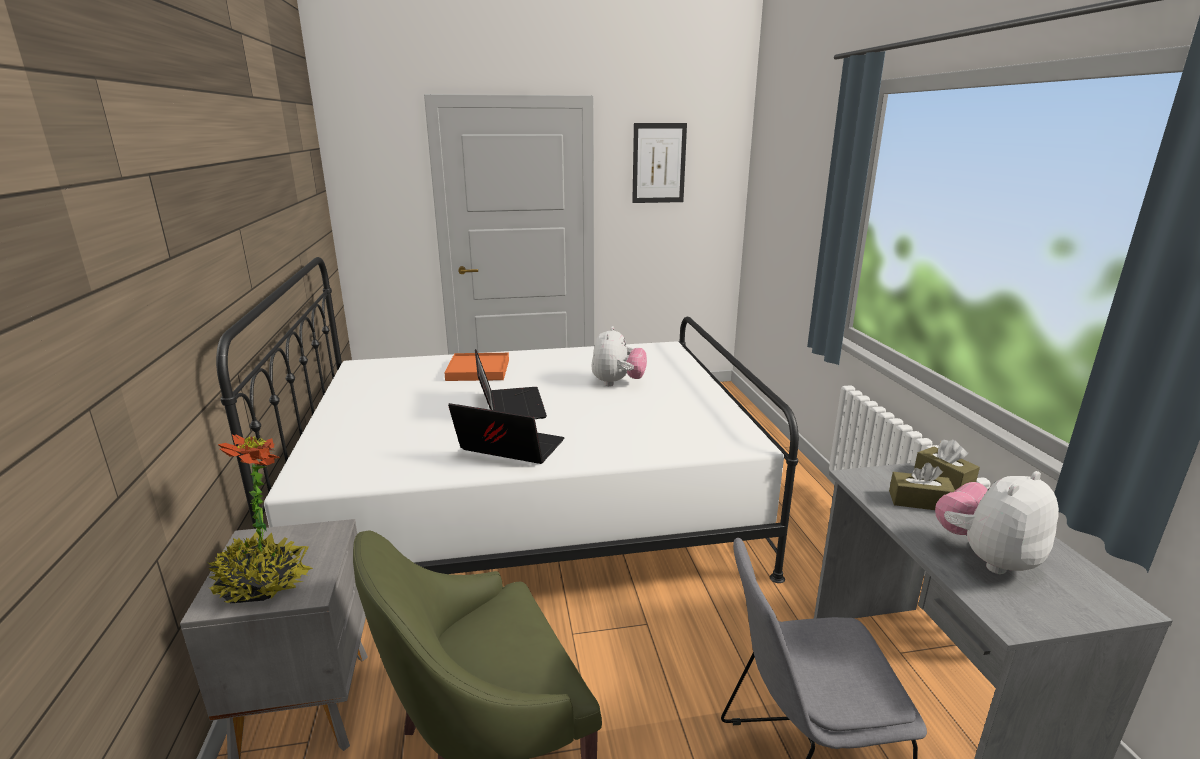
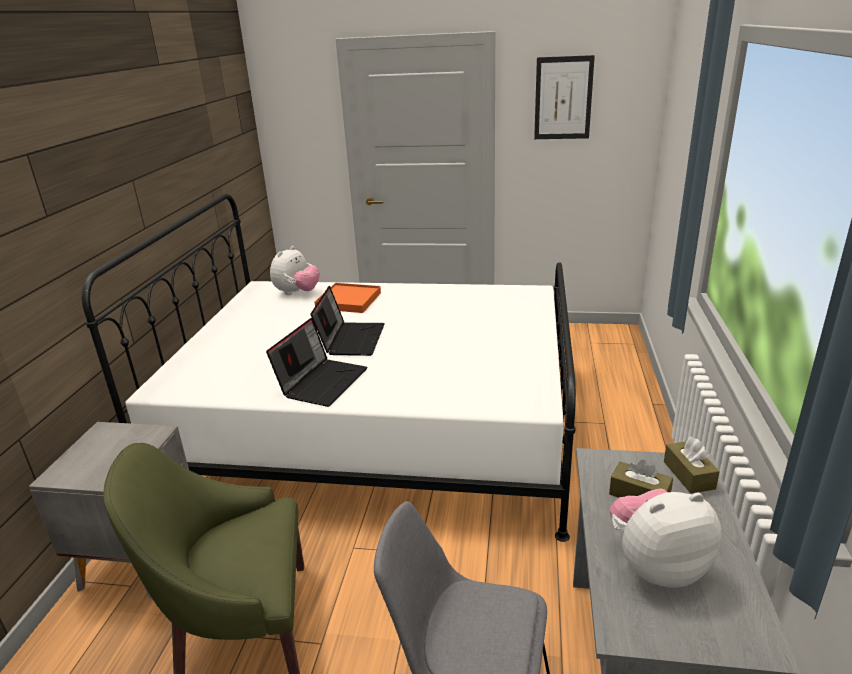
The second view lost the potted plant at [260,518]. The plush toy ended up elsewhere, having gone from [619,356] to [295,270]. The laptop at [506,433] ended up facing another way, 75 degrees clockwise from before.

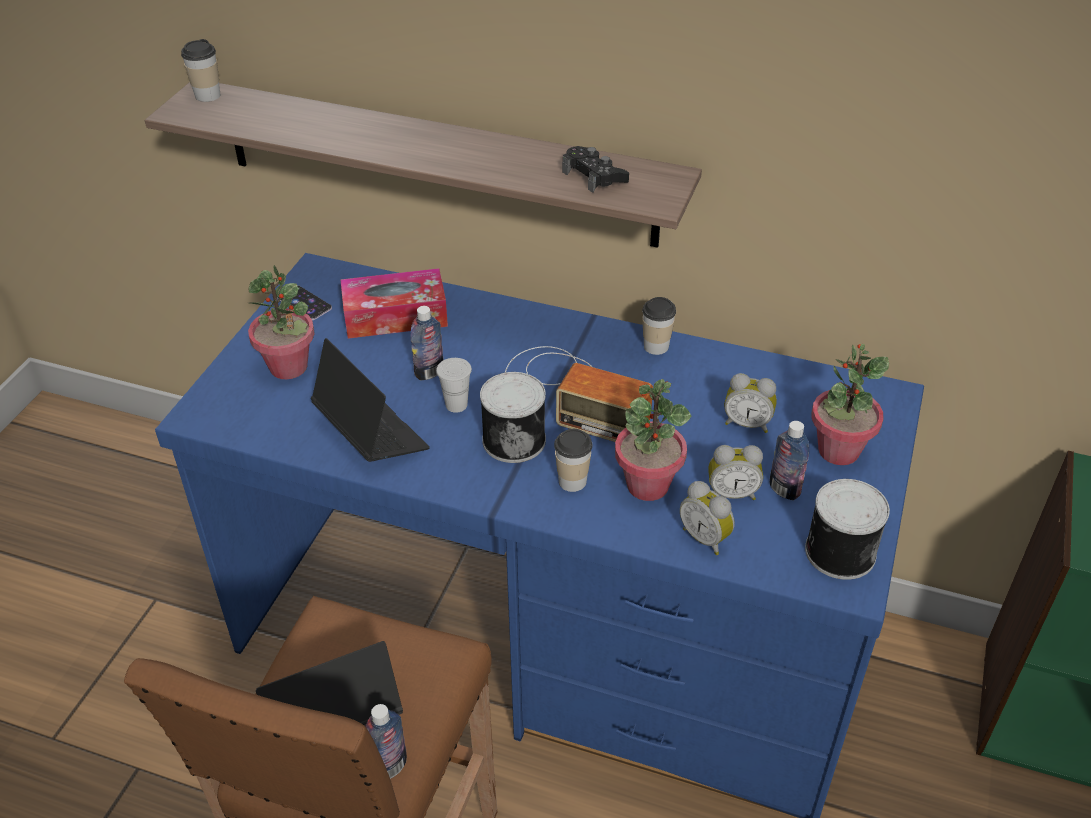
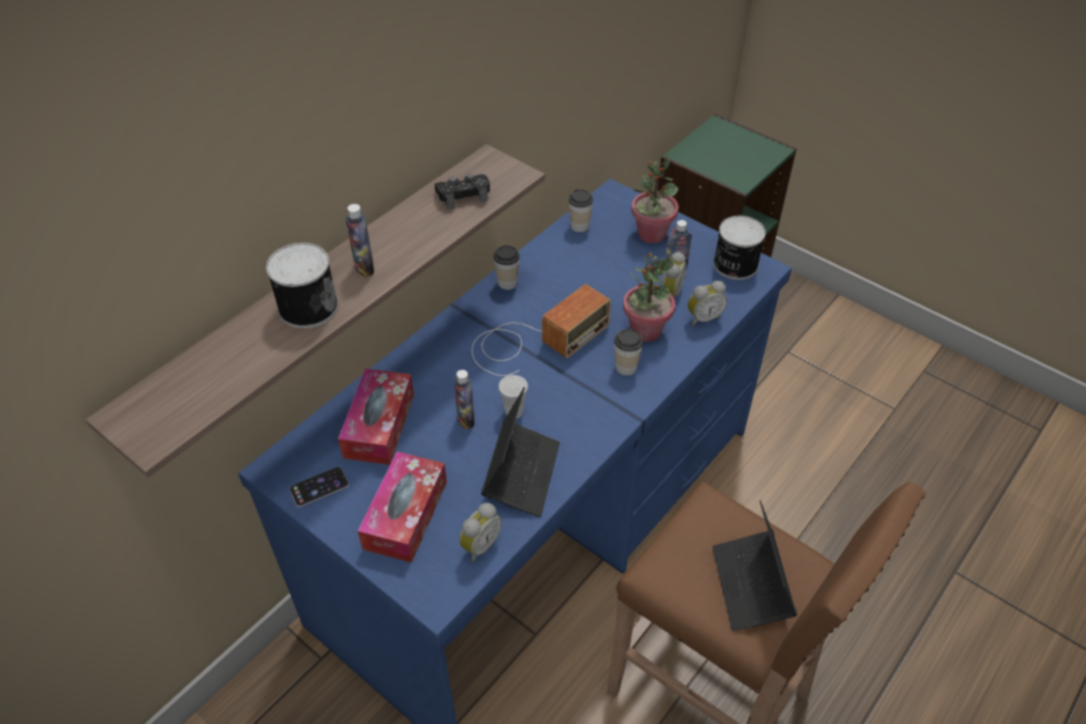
The cup ended up elsewhere, having gone from [201,70] to [580,210]. The bottle ended up elsewhere, having gone from [386,741] to [360,240]. The can ended up elsewhere, having gone from [513,417] to [302,286]. The alarm clock ended up elsewhere, having gone from [750,403] to [480,532]. Where the potted plant stood at [281,322], the tissue box came to stand at [402,507]. The laptop at [370,400] ended up facing another way, 120 degrees clockwise from before.

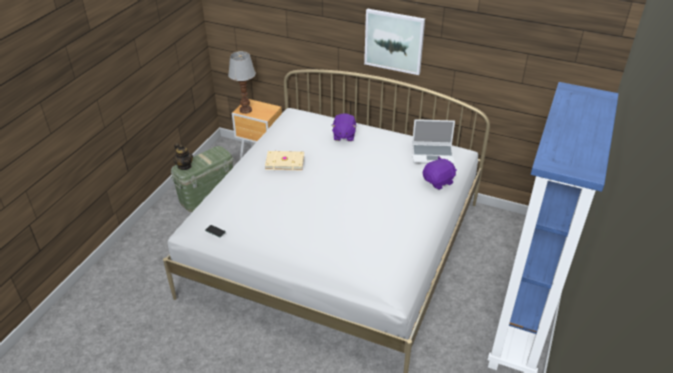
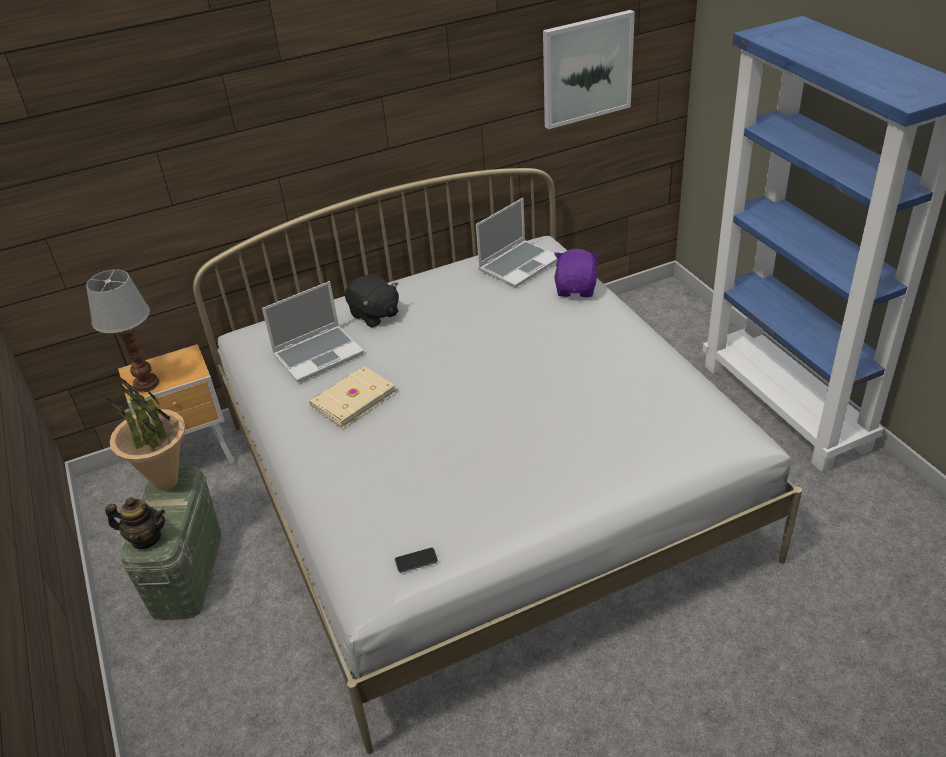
The second view gained the potted plant at [144,432]. The second view gained the laptop at [313,331]. The picture ended up elsewhere, having gone from [394,42] to [589,69]. What was the plush toy in purple at [344,127] turned into the plush toy in black at [372,301].

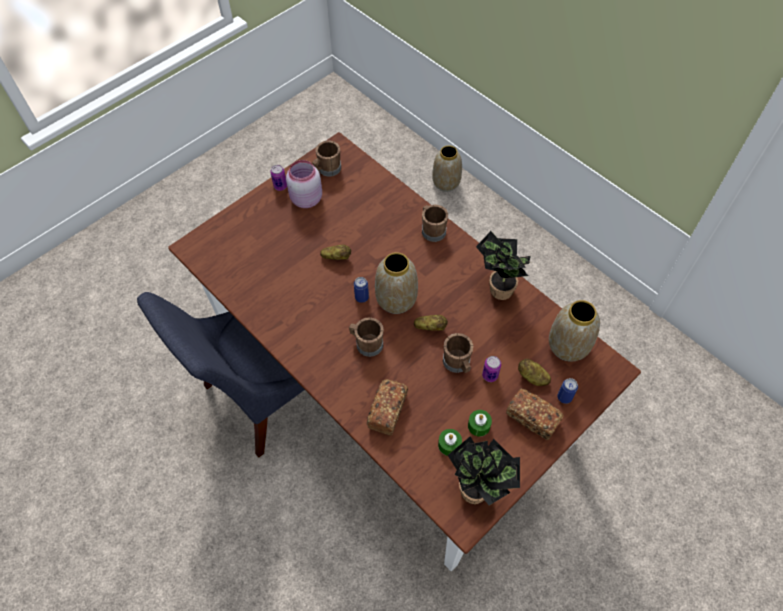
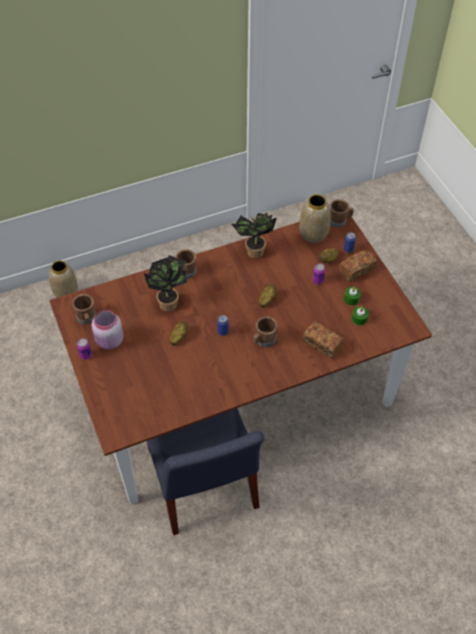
The second view lost the vase at [396,283]. The mug in brown ended up elsewhere, having gone from [458,353] to [342,213]. The potted plant ended up elsewhere, having gone from [484,470] to [166,283].

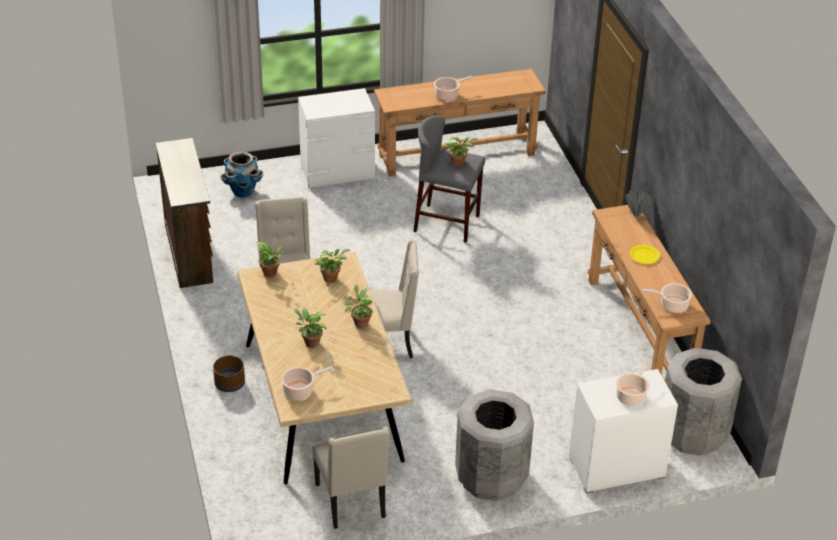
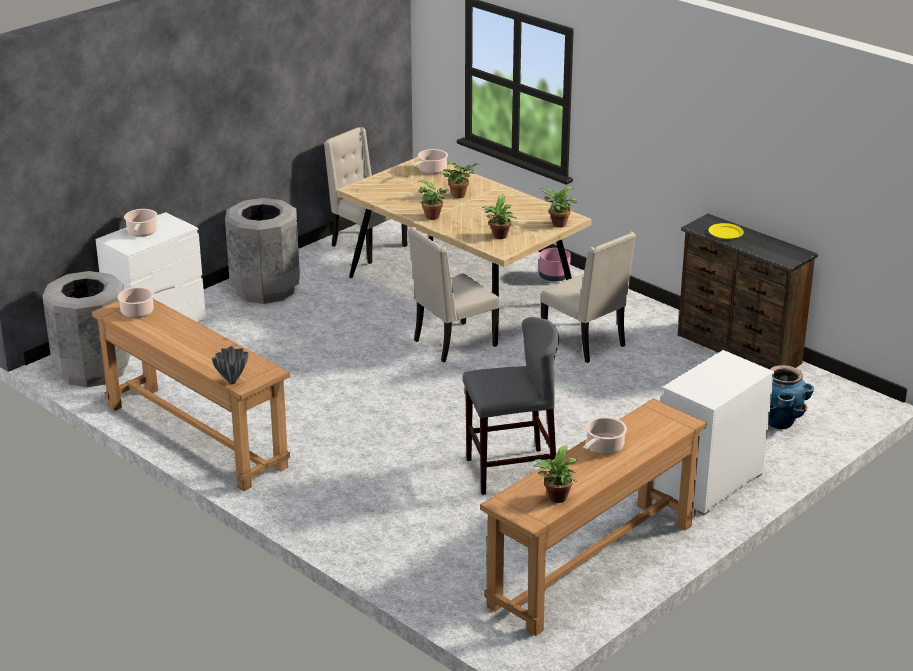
The potted plant ended up elsewhere, having gone from [461,152] to [555,474]. The plate in yellow ended up elsewhere, having gone from [645,254] to [726,231]. What was the planter in brown at [229,373] turned into the planter in pink at [555,265].

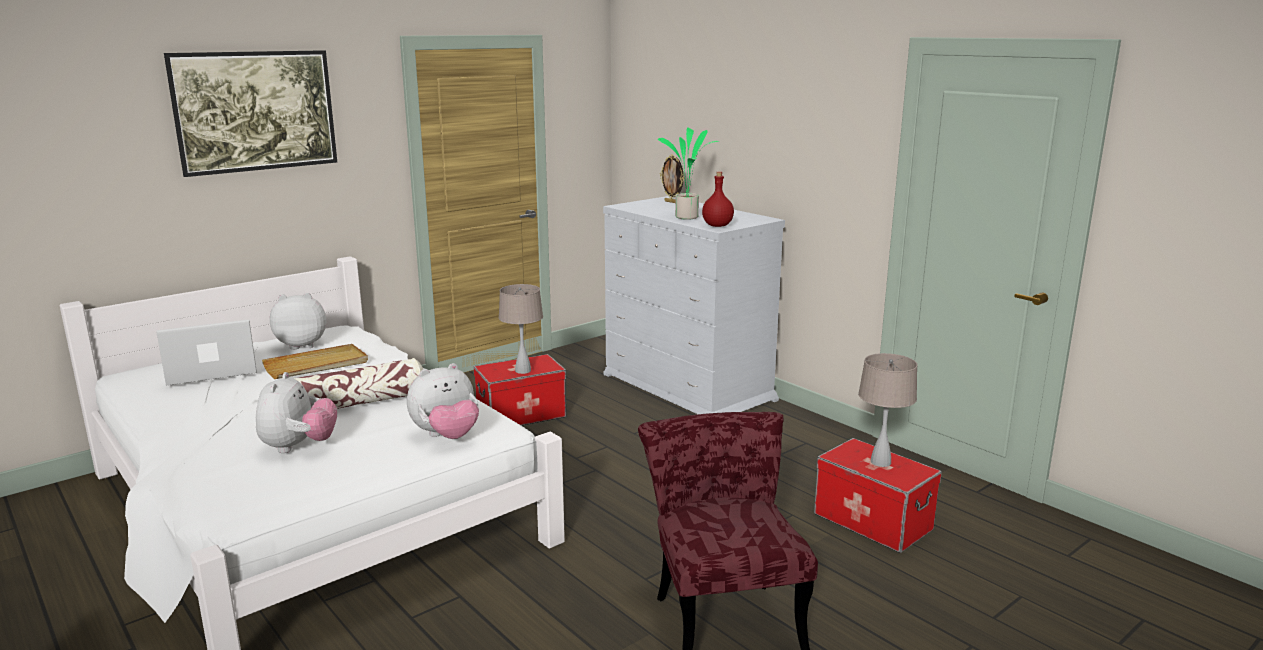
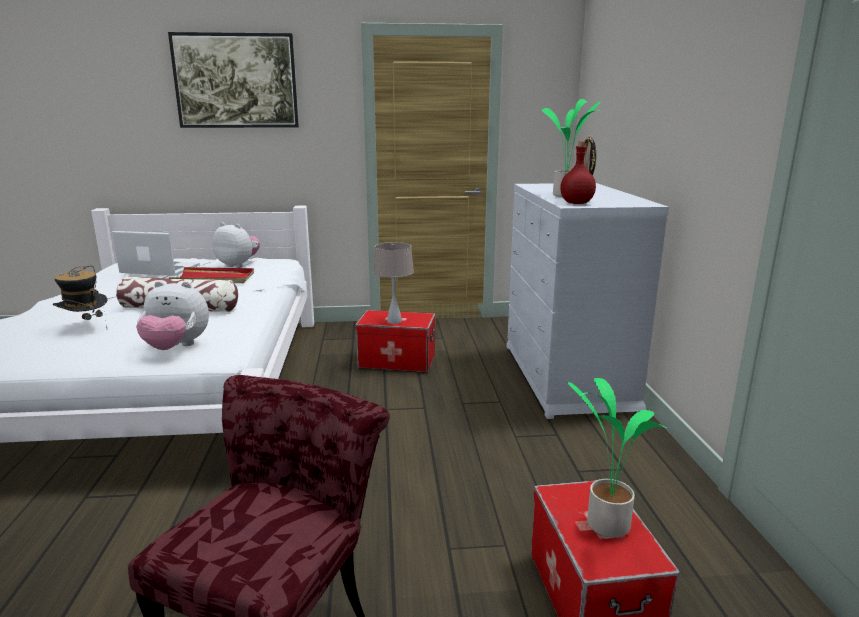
Where the plush toy stood at [296,412], the hat came to stand at [80,297]. Where the table lamp in beige stood at [888,410], the potted plant came to stand at [616,458]. What was the tray in beige at [315,361] turned into the tray in red at [211,275].

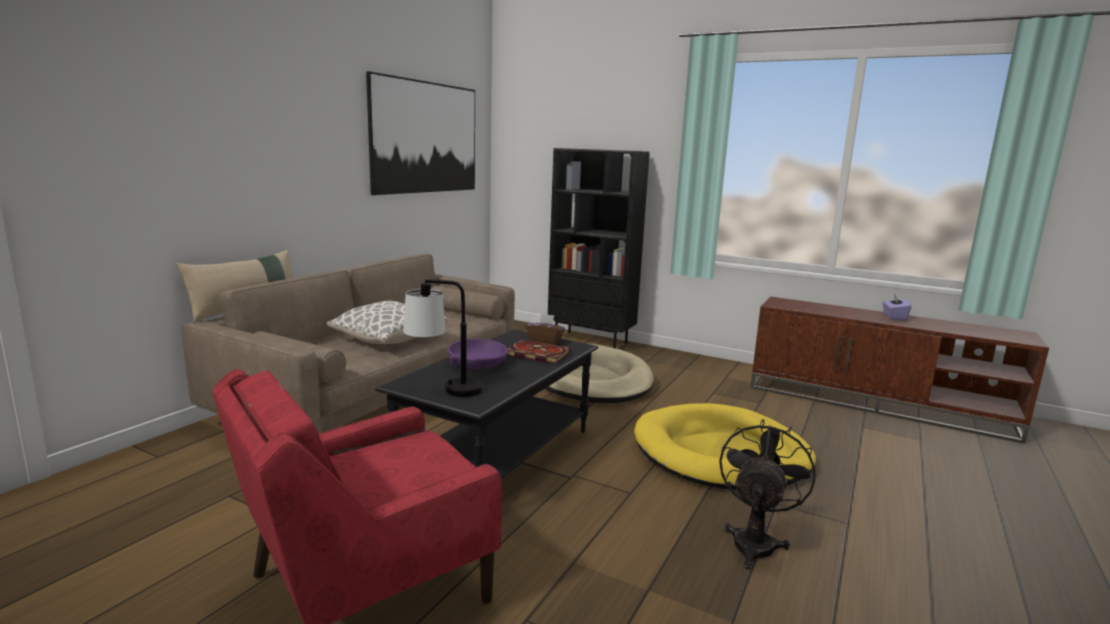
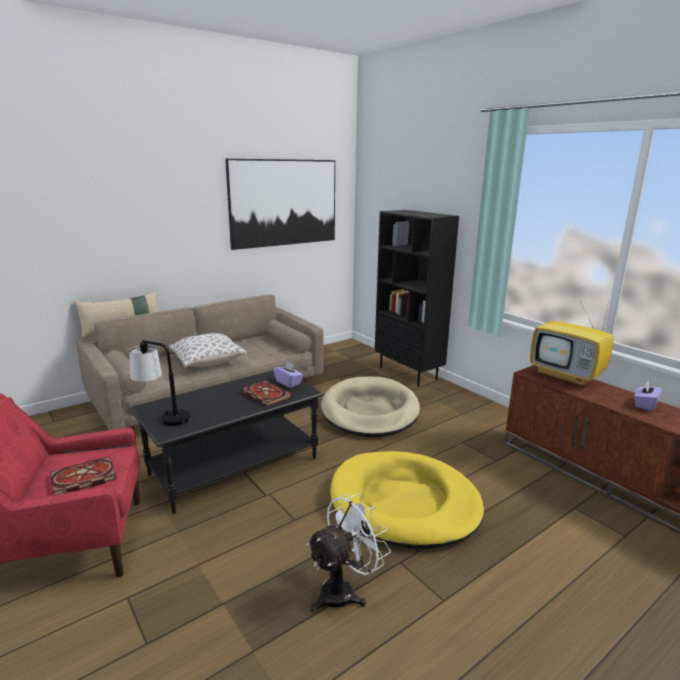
The second view lost the bowl in purple at [478,354]. The second view gained the book at [83,475]. The second view gained the television at [571,342]. What was the tissue box in brown at [545,329] turned into the tissue box in purple at [288,374]. What was the fan in black at [767,494] turned into the fan in white at [348,553].

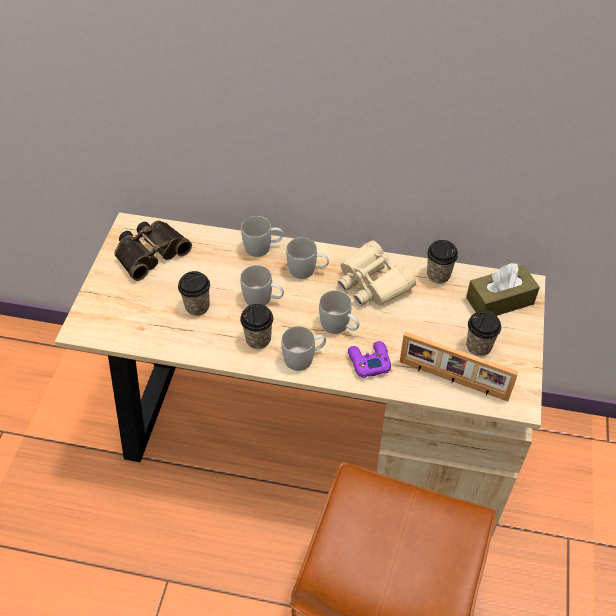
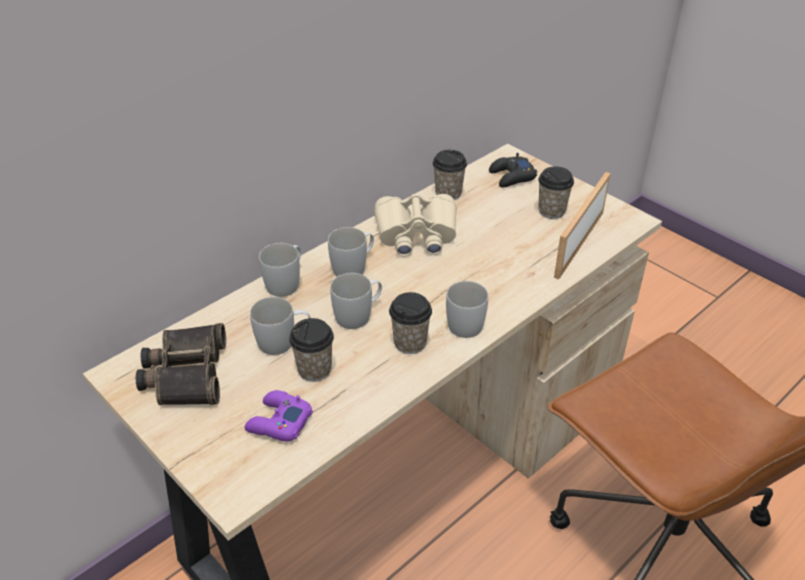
The mug in white ended up elsewhere, having gone from [339,312] to [280,326]. The game controller in purple ended up elsewhere, having gone from [369,359] to [278,416]. Where the tissue box in brown stood at [503,289], the game controller in black came to stand at [513,170]. The picture frame at [459,366] ended up facing another way, 150 degrees clockwise from before.

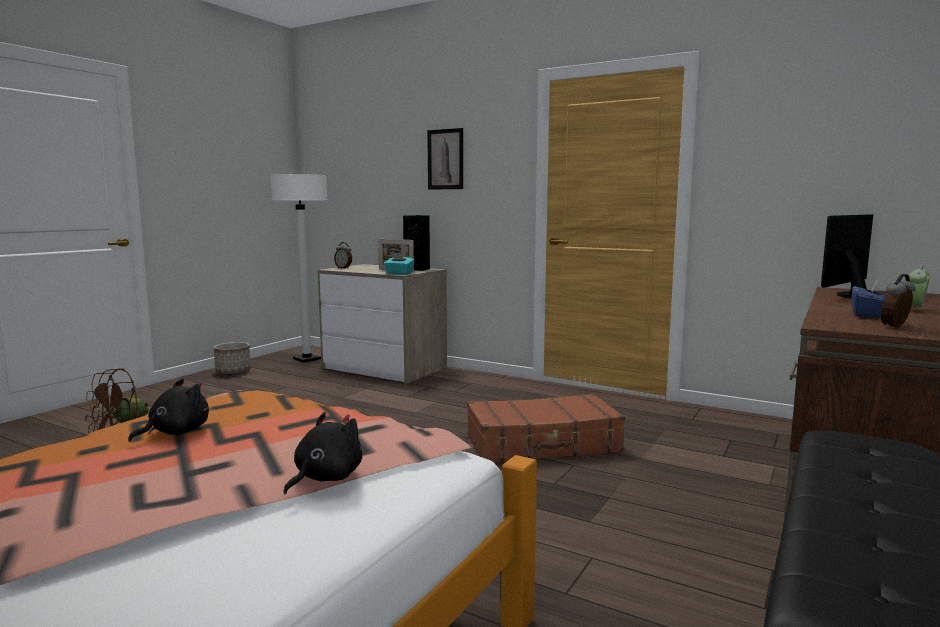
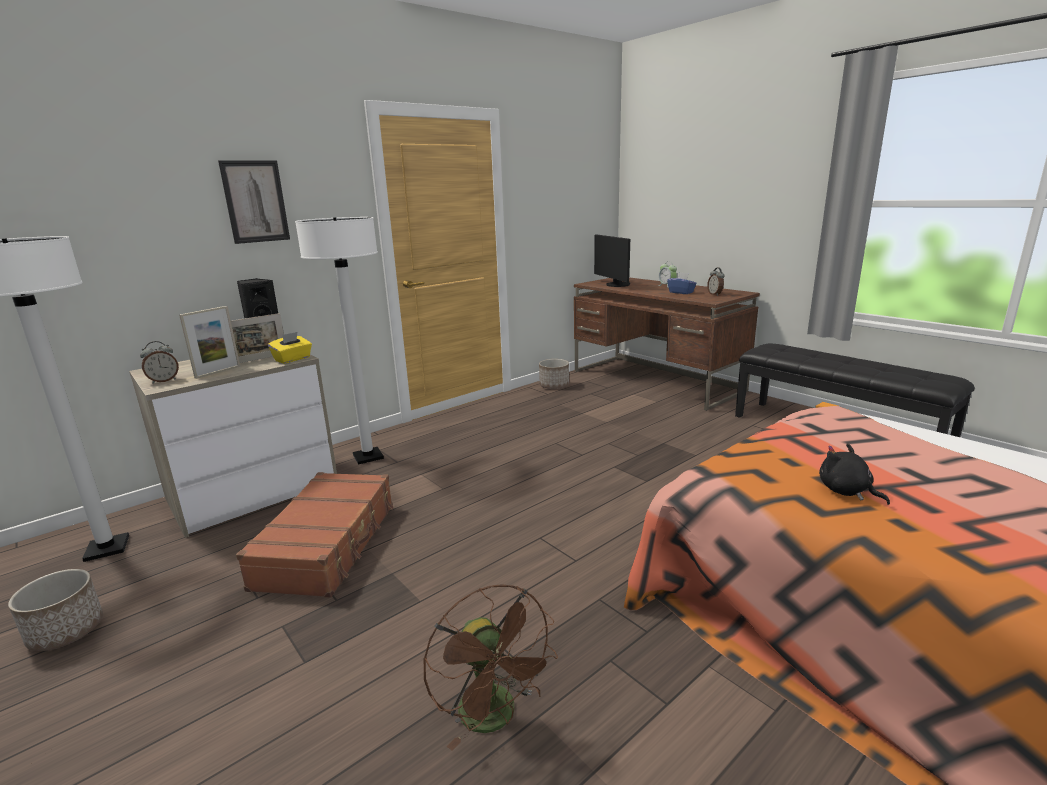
The second view lost the plush toy in black at [323,453]. The second view gained the picture frame at [209,342]. The second view gained the floor lamp in white at [339,341]. The second view gained the planter at [554,374]. The suitcase in brown ended up elsewhere, having gone from [546,428] to [315,535]. What was the tissue box in turquoise at [399,263] turned into the tissue box in yellow at [290,348].

